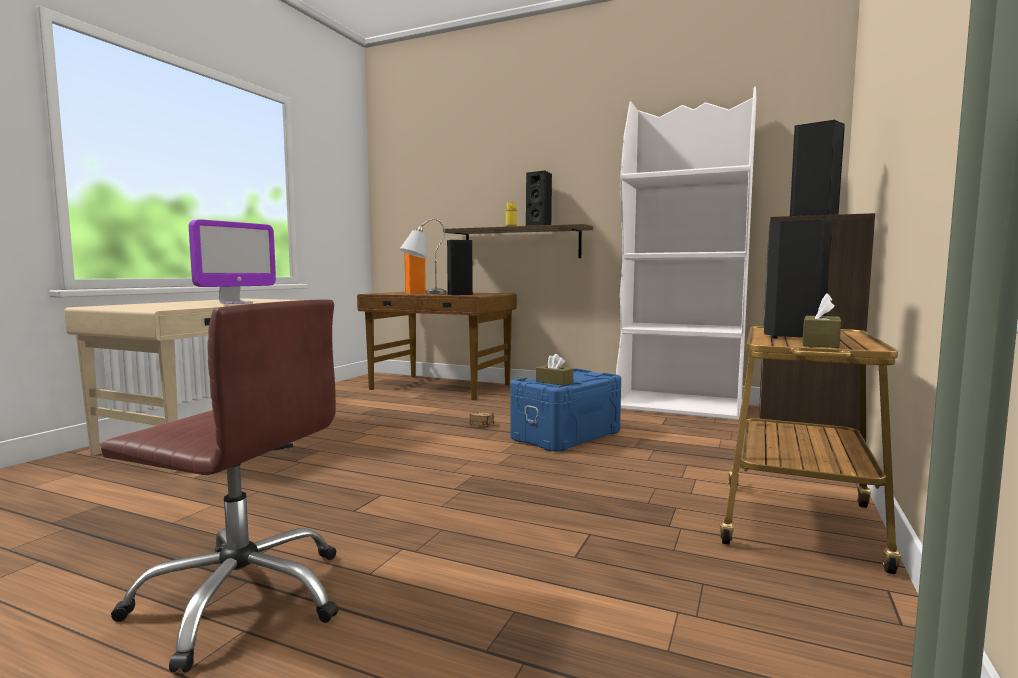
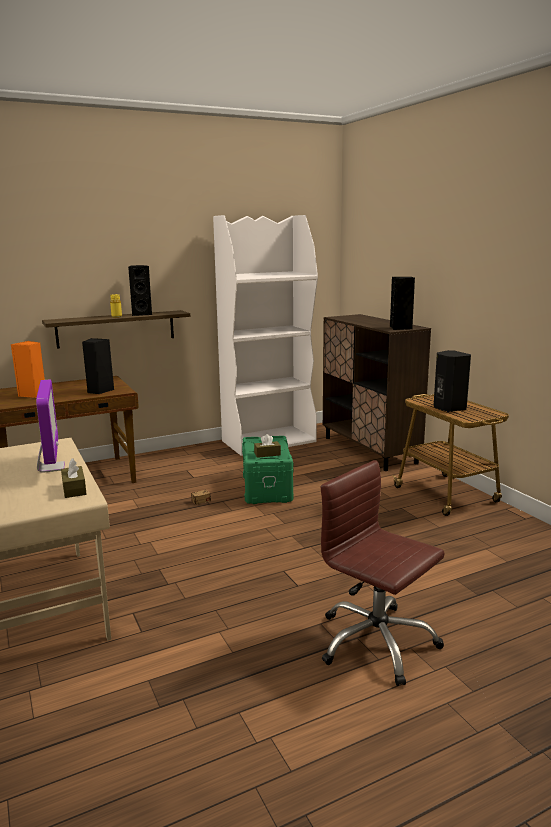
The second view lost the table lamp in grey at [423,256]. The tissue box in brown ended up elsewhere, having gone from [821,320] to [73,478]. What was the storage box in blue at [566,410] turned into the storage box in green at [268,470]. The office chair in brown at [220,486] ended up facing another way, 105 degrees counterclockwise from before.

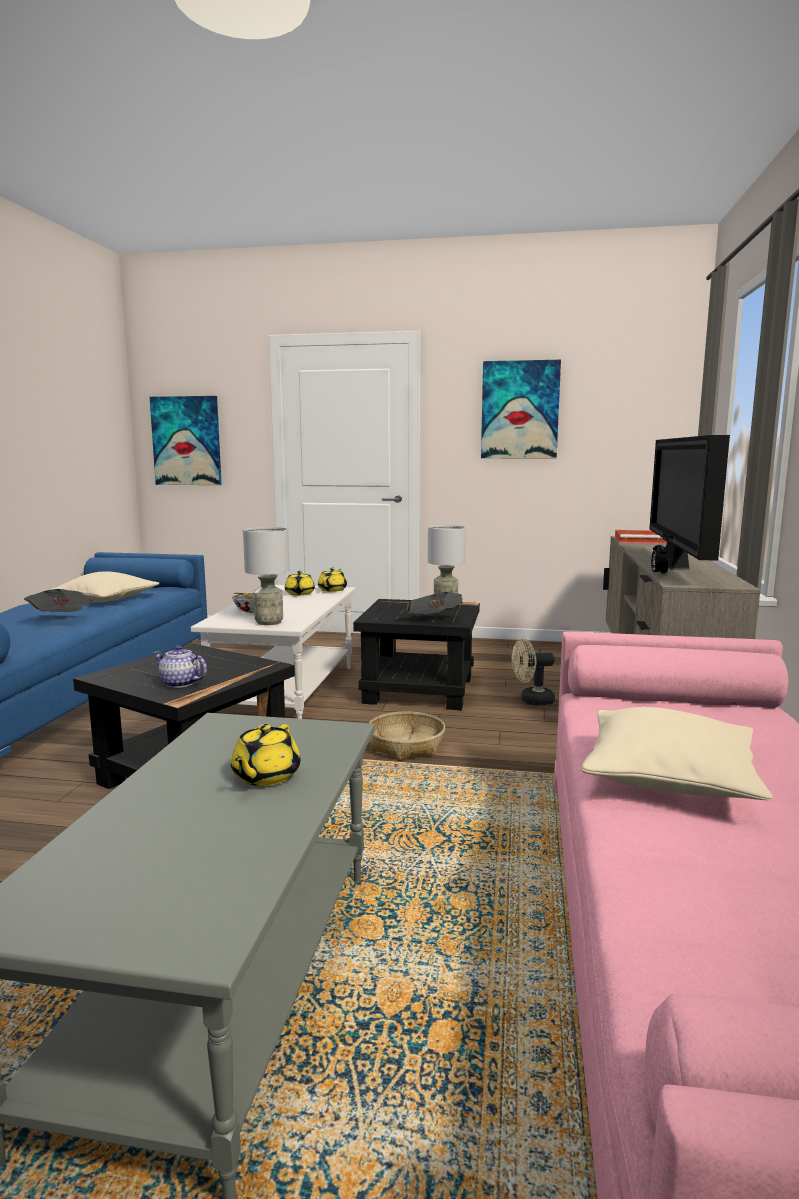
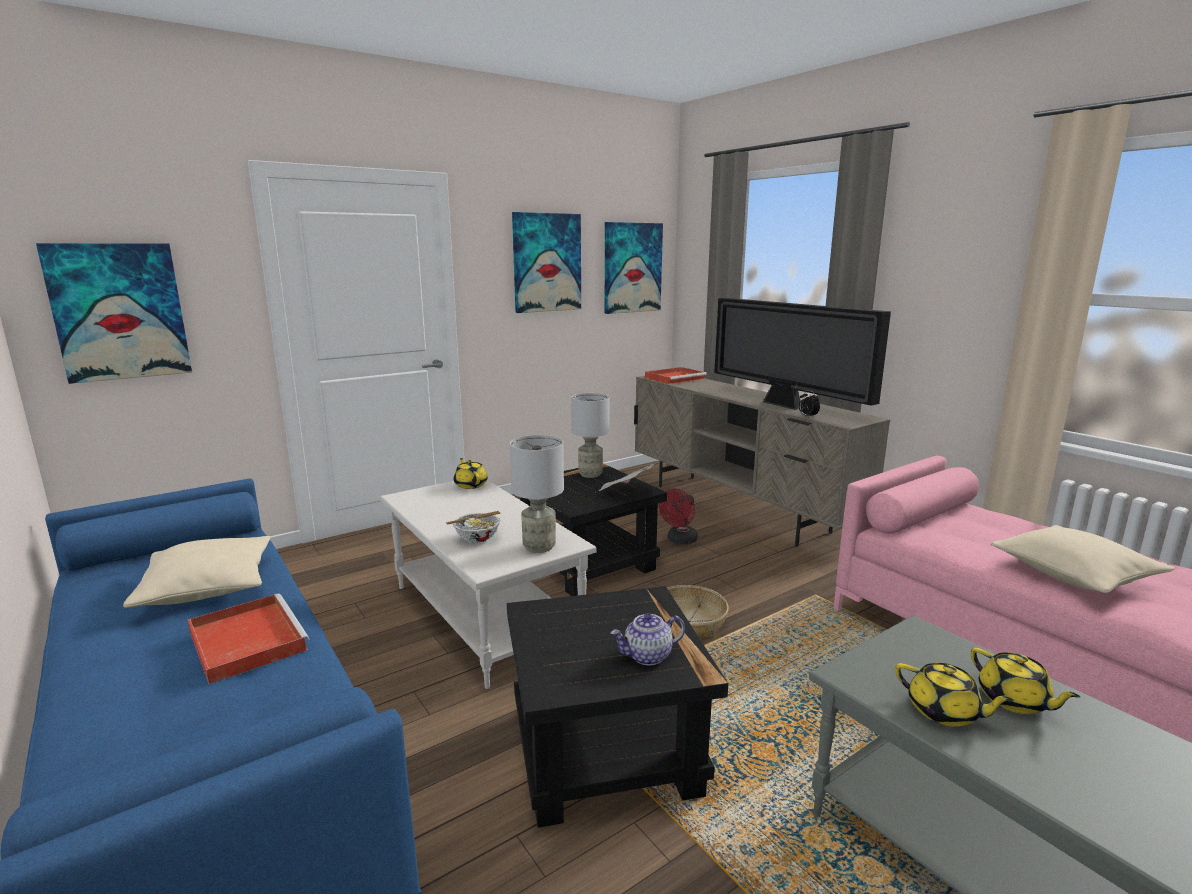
The second view gained the picture at [634,268]. The teapot in yellow ended up elsewhere, having gone from [300,583] to [954,694]. Where the newspaper stood at [58,600], the tray in red came to stand at [249,639]. What was the fan in beige at [533,671] turned into the fan in red at [678,516].

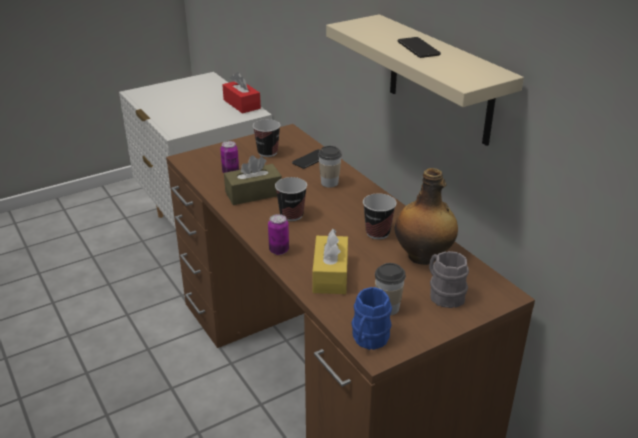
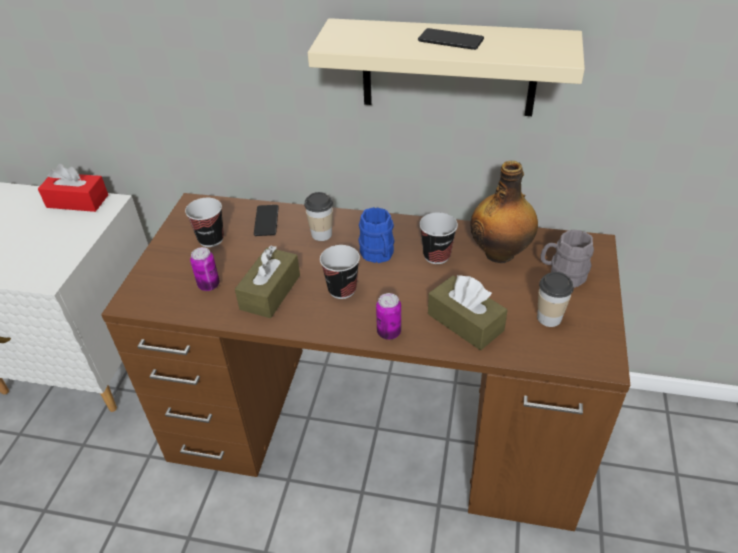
The mug in blue ended up elsewhere, having gone from [372,318] to [376,235]. What was the tissue box in yellow at [330,261] turned into the tissue box in brown at [468,312].

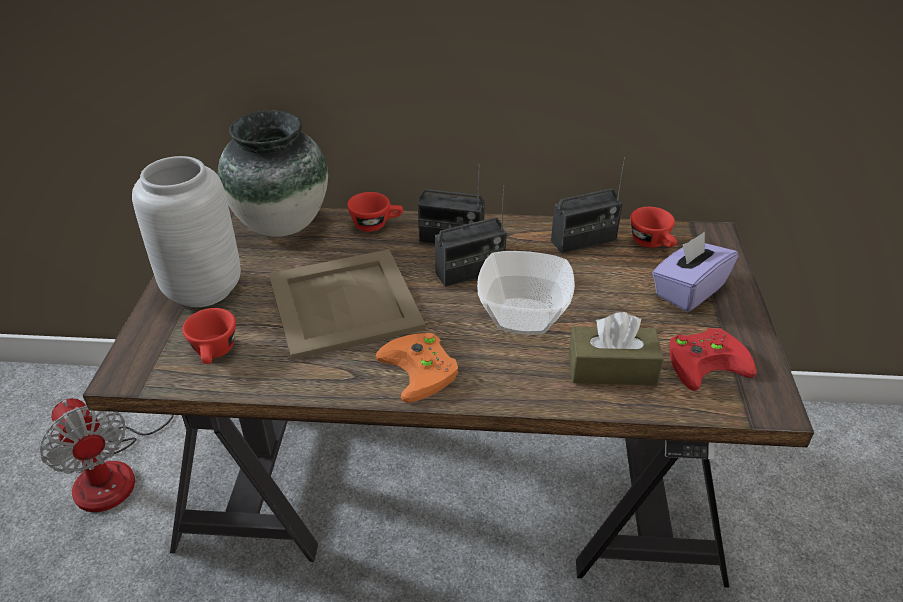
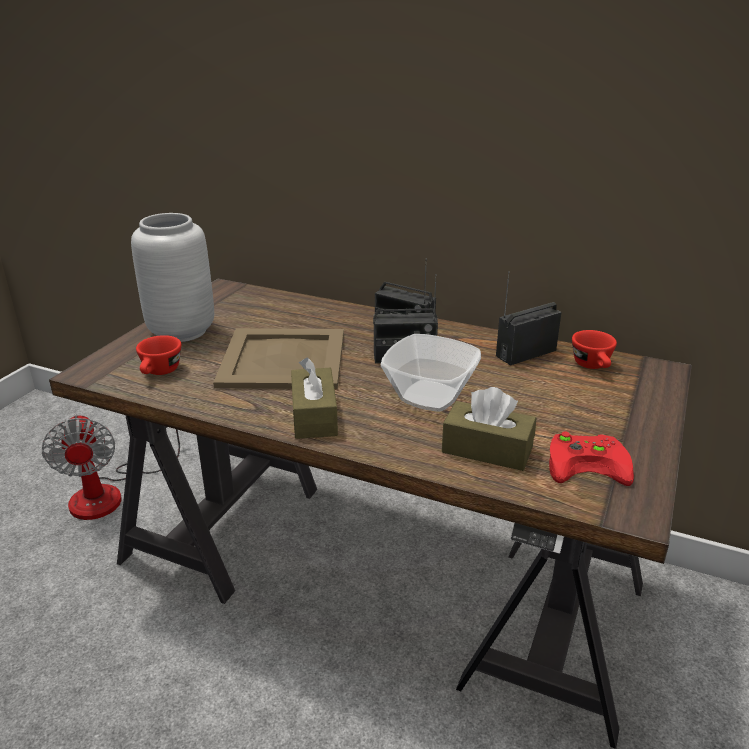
The second view lost the vase at [273,173]. The second view lost the cup in red at [375,212]. The second view lost the tissue box in purple at [695,272]. Where the game controller in orange stood at [417,368], the tissue box in brown came to stand at [314,398]. The radio at [588,205] ended up facing another way, 150 degrees clockwise from before.

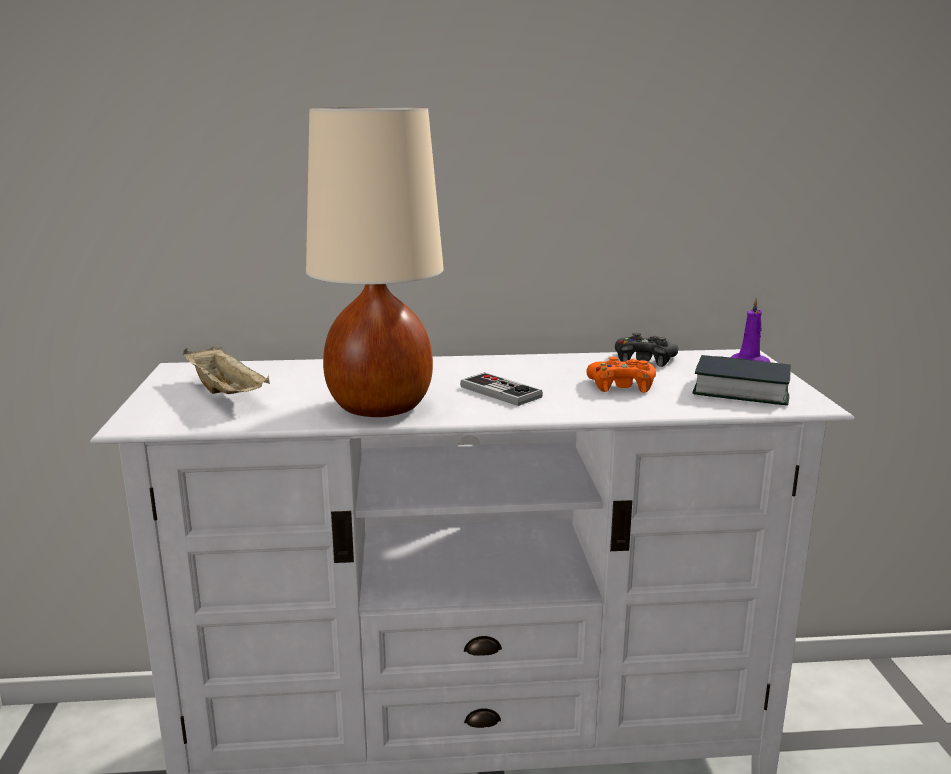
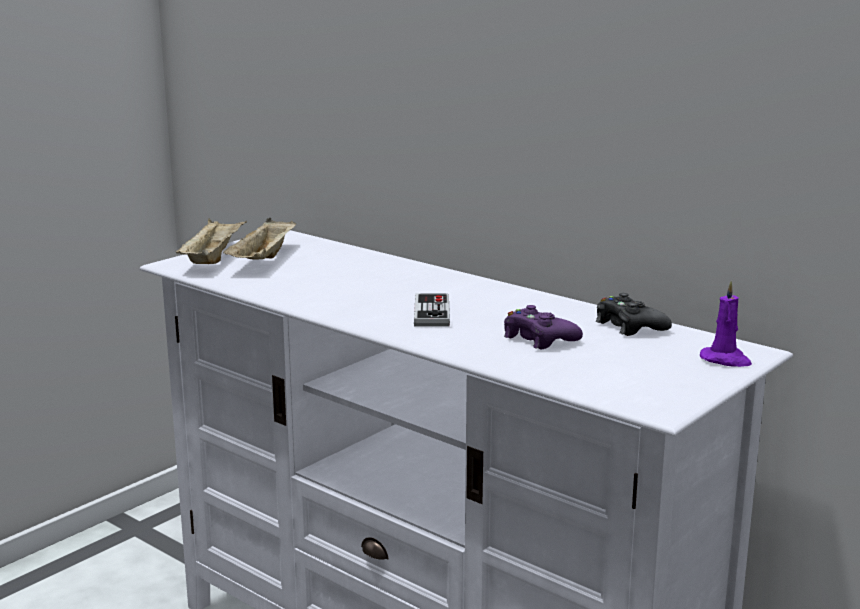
The second view lost the table lamp in beige at [375,262]. The second view lost the book at [742,380]. The second view gained the tray in beige at [211,241]. What was the game controller in orange at [621,375] turned into the game controller in purple at [543,327].

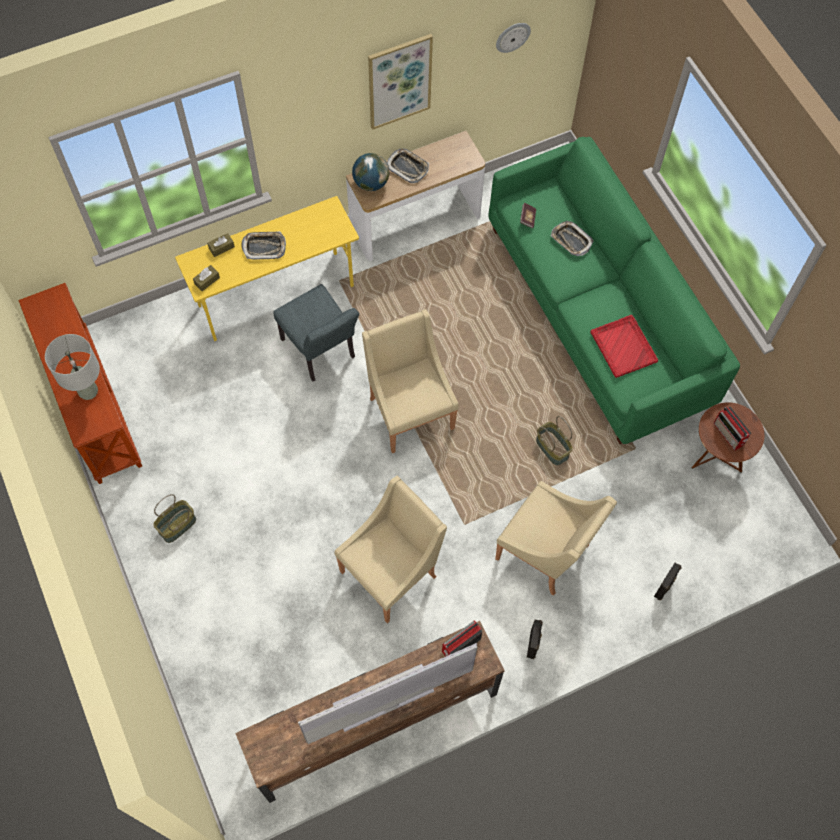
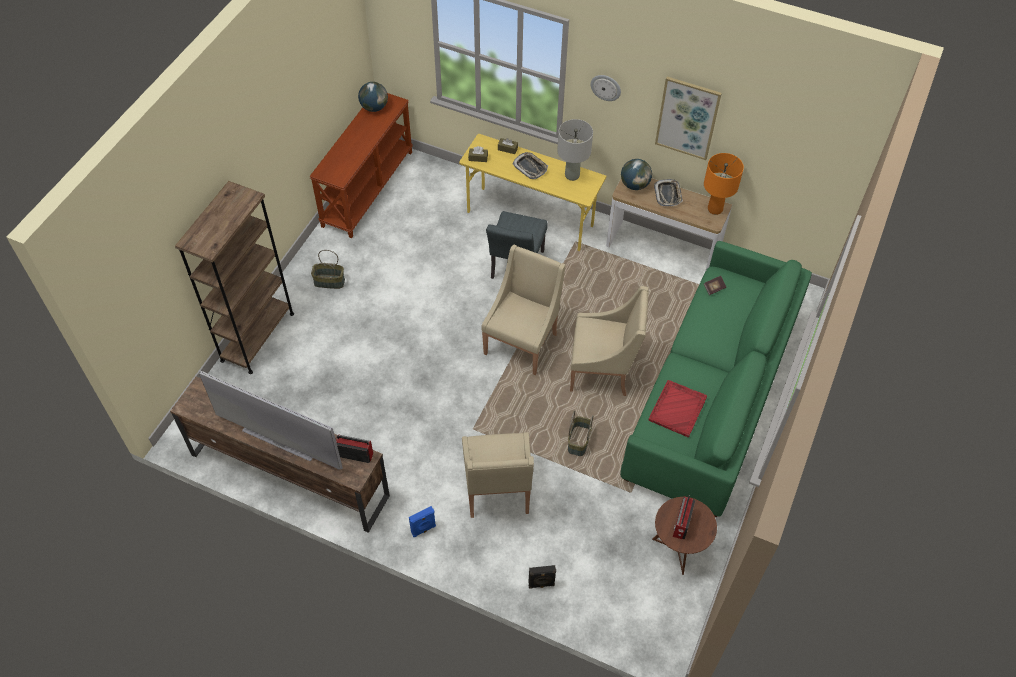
The second view lost the tray at [572,238]. The second view gained the bookcase in brown at [234,277]. The second view gained the globe at [373,97]. The second view gained the table lamp in orange at [724,184]. The table lamp in grey ended up elsewhere, having gone from [72,367] to [575,150]. The armchair in beige ended up elsewhere, having gone from [390,549] to [609,341]. The wall clock ended up elsewhere, having gone from [513,38] to [606,88]. What was the speaker in black at [535,639] turned into the speaker in blue at [422,521].

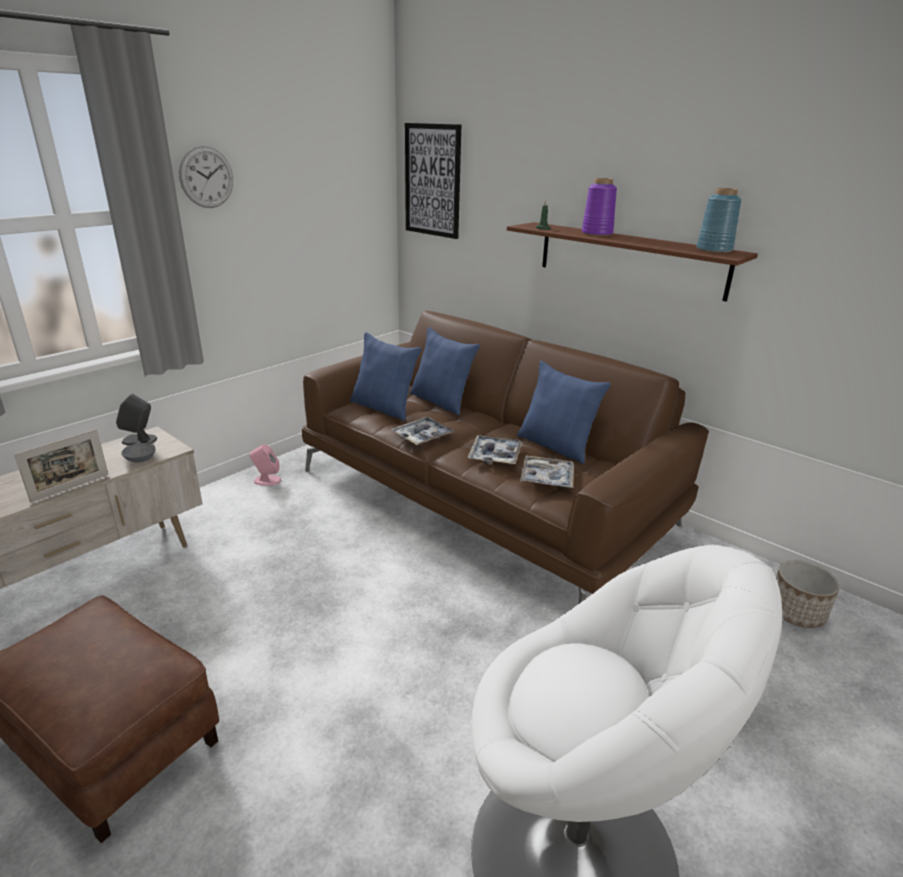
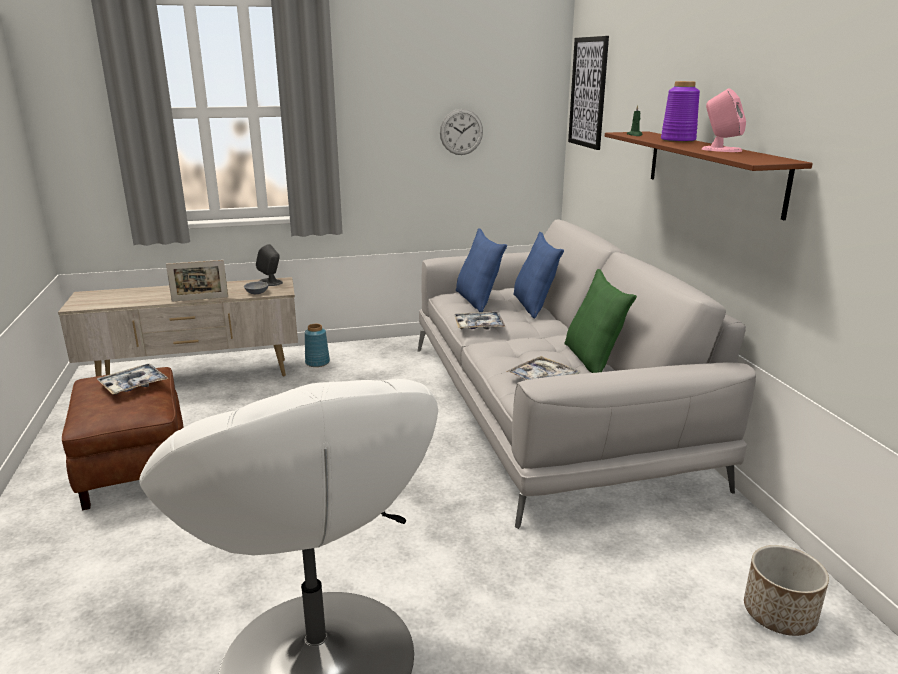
The wall clock ended up elsewhere, having gone from [206,177] to [461,132]. The speaker in pink ended up elsewhere, having gone from [265,465] to [724,120]. The tray ended up elsewhere, having gone from [495,449] to [132,379]. The vase in blue ended up elsewhere, having gone from [719,220] to [317,345]. What was the sofa in brown at [505,457] turned into the sofa in grey at [587,374]. What was the pillow in blue at [564,412] turned into the pillow in green at [600,321].

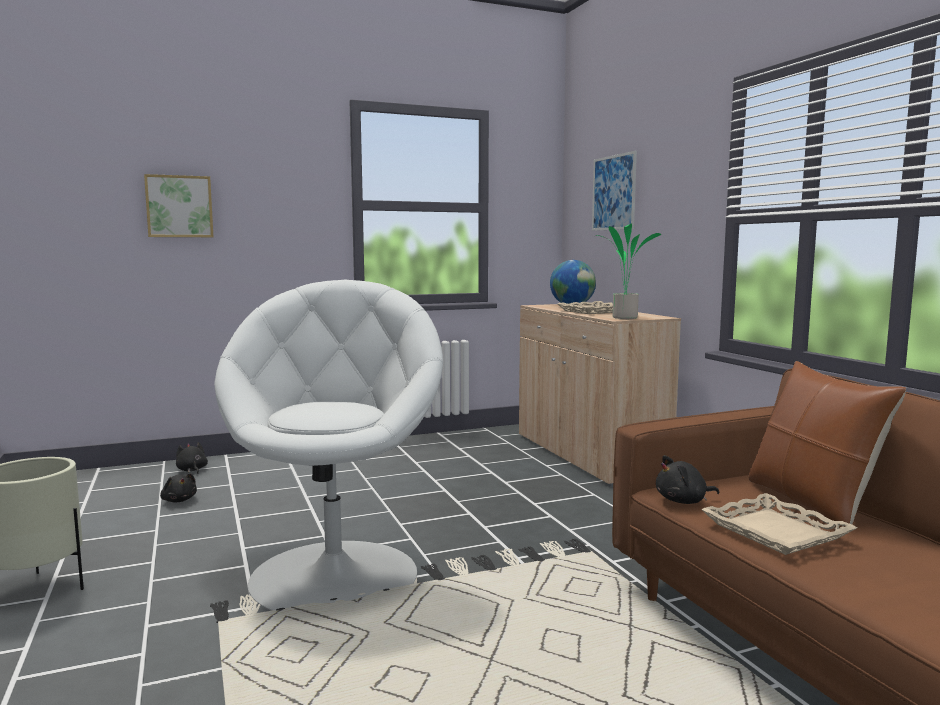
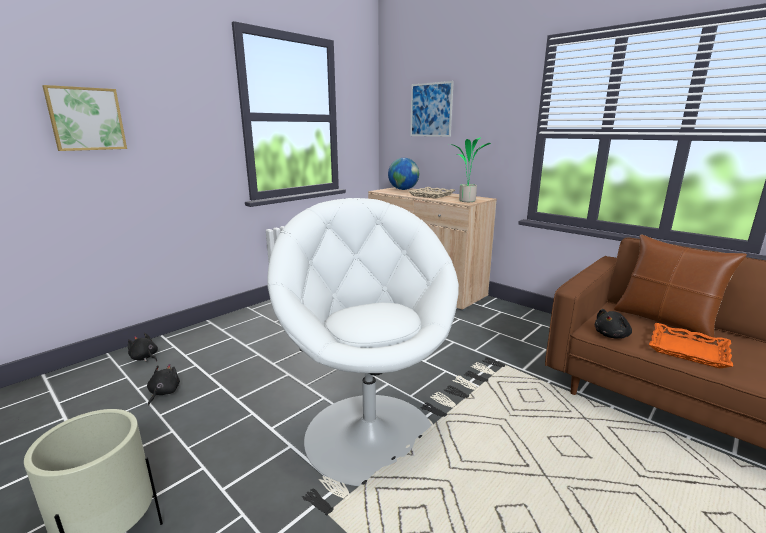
What was the tray in beige at [779,524] turned into the tray in orange at [691,346]. The plush toy in black at [178,487] ended up facing another way, 105 degrees counterclockwise from before.

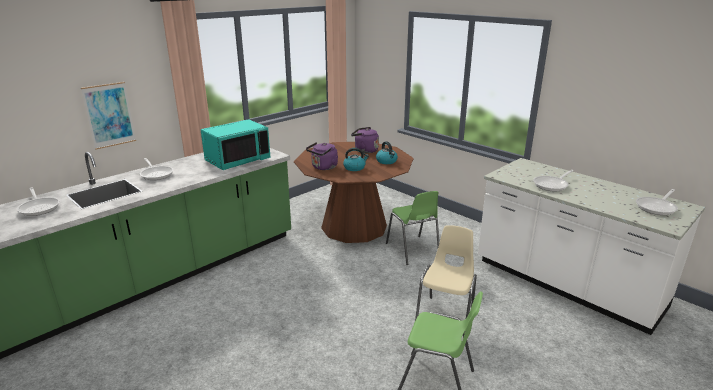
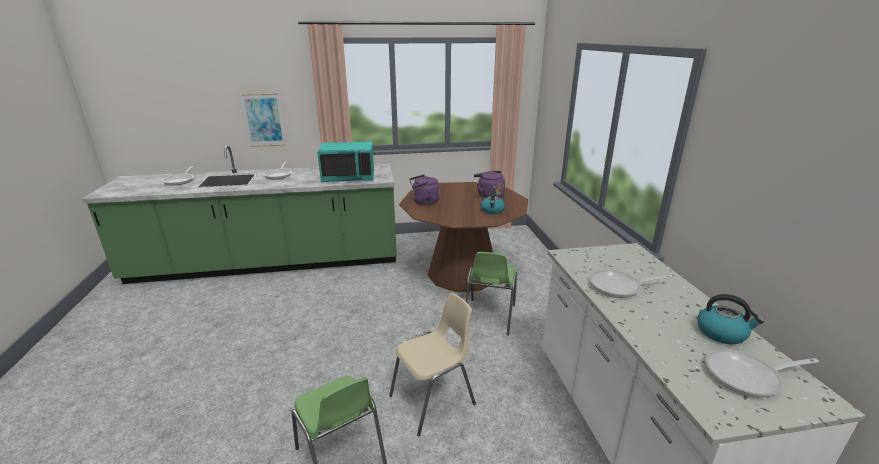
The kettle ended up elsewhere, having gone from [356,159] to [730,319].

